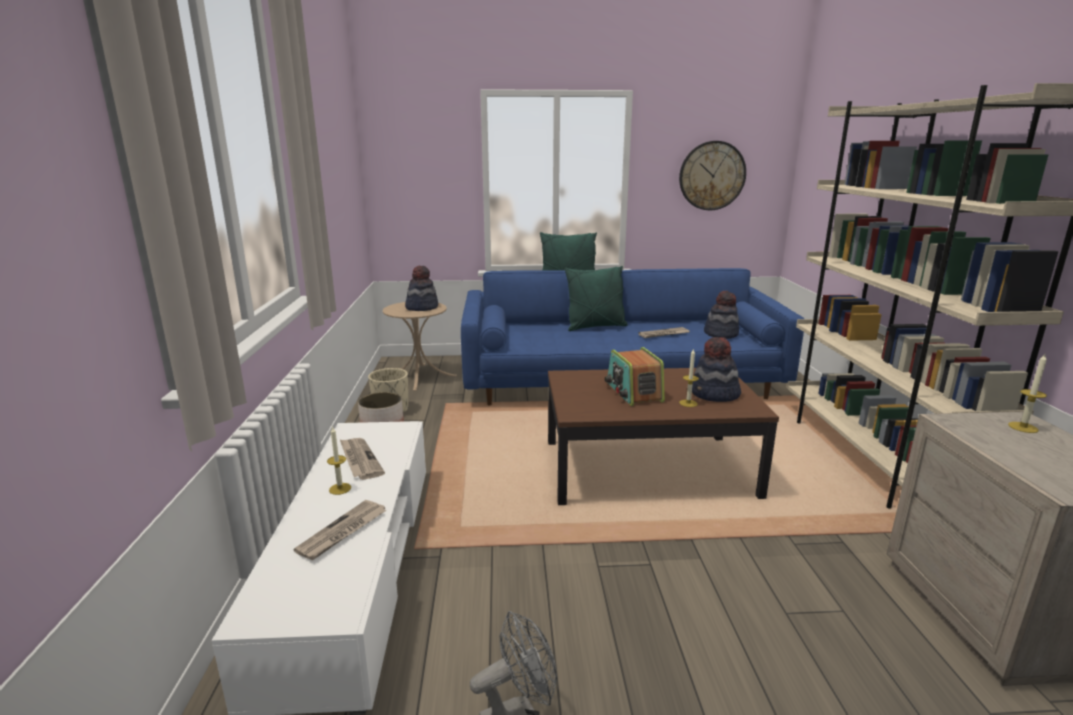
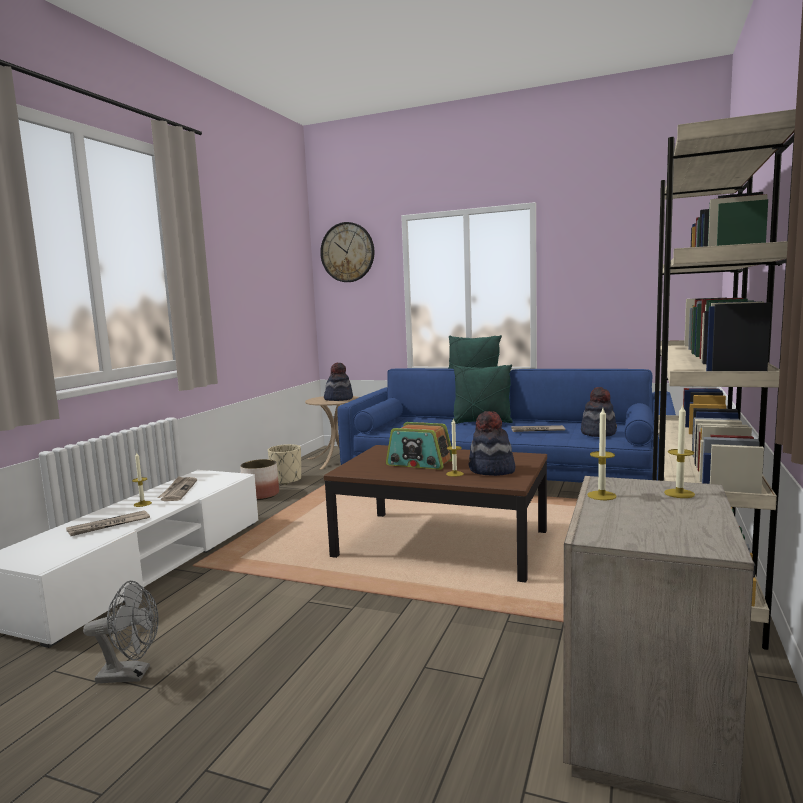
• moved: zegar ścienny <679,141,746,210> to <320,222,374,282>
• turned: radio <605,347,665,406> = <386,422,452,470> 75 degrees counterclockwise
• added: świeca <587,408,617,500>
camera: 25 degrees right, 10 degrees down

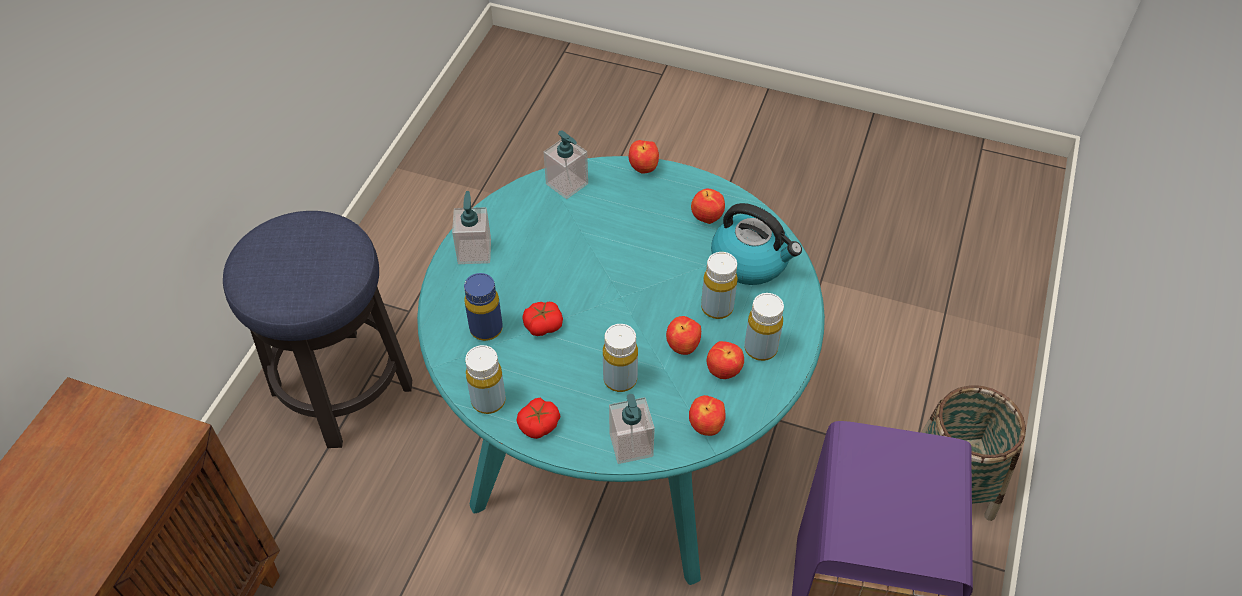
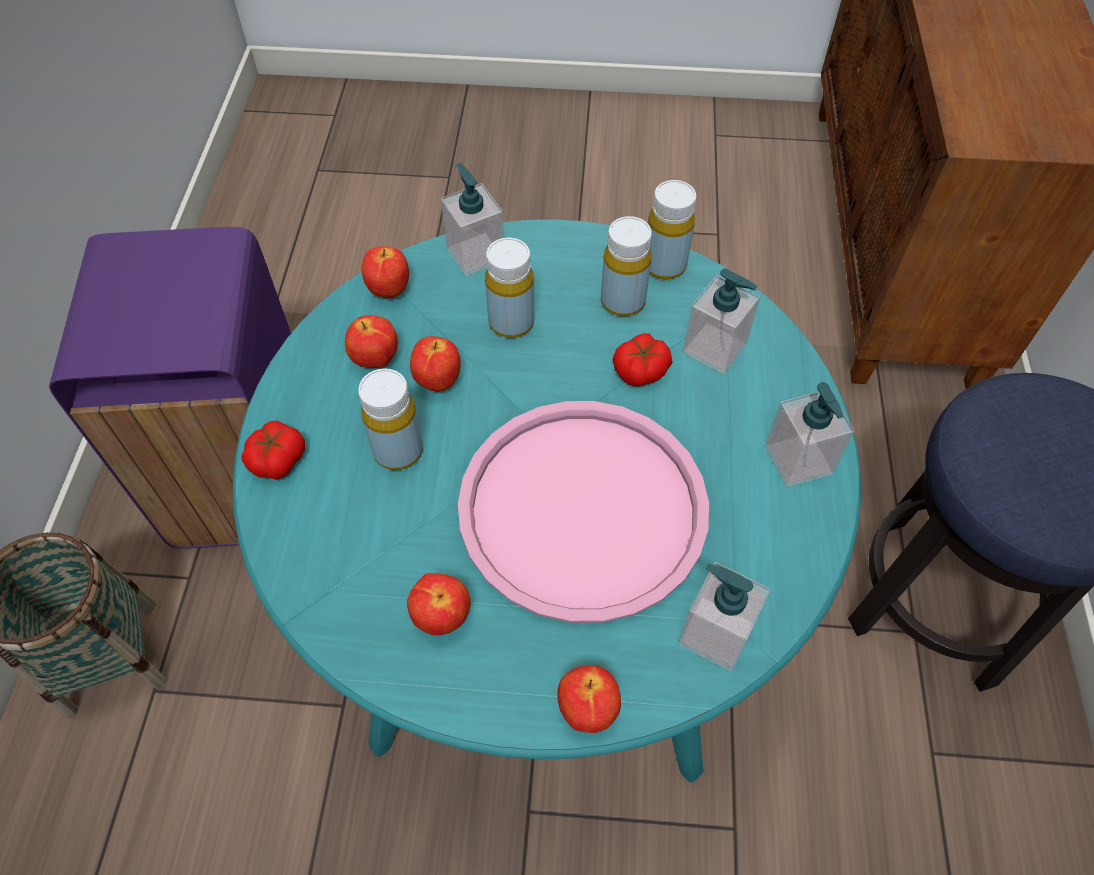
• removed: czajnik <711,203,802,285>
• replaced: butelka [niebieski] <464,273,503,341> to dozownik mydła <683,269,760,374>
• moved: butelka [żółty] <744,293,784,361> to <601,216,652,317>
• moved: pomidor <516,398,560,439> to <241,421,305,480>
• added: taca [różowy] <458,401,709,623>
camera: 165 degrees right, 5 degrees up

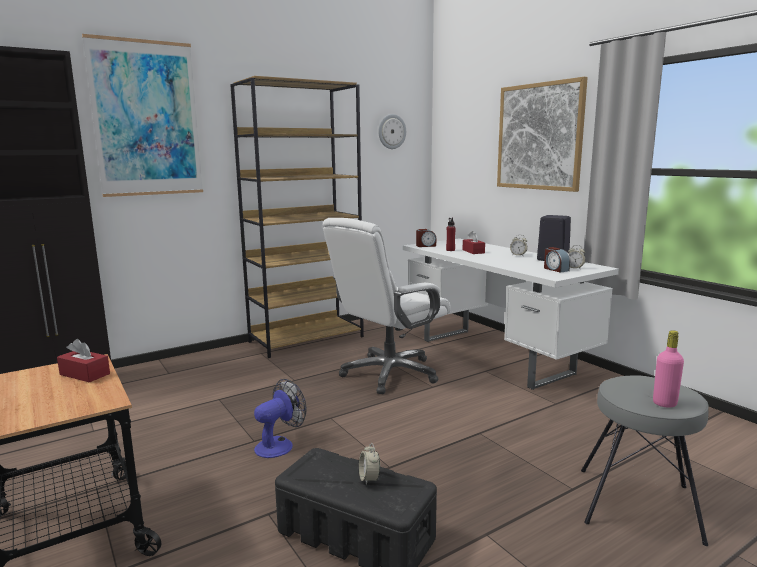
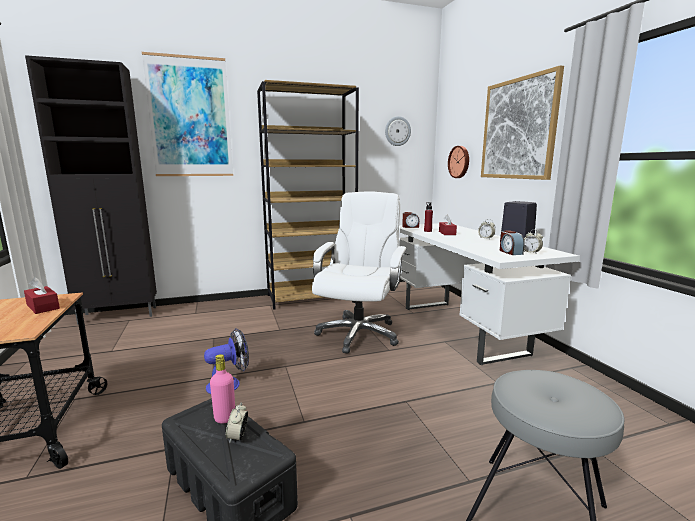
• turned: krzesło biurowe [biały] <323,218,451,394> = <312,191,406,354> 135 degrees clockwise
• moved: butelka [różowy] <653,330,684,408> to <210,354,235,424>
• added: zegar ścienny <448,146,469,178>
camera: 15 degrees right, 0 degrees up

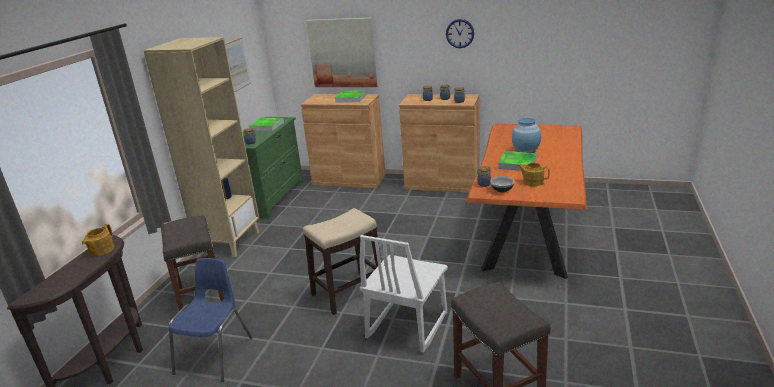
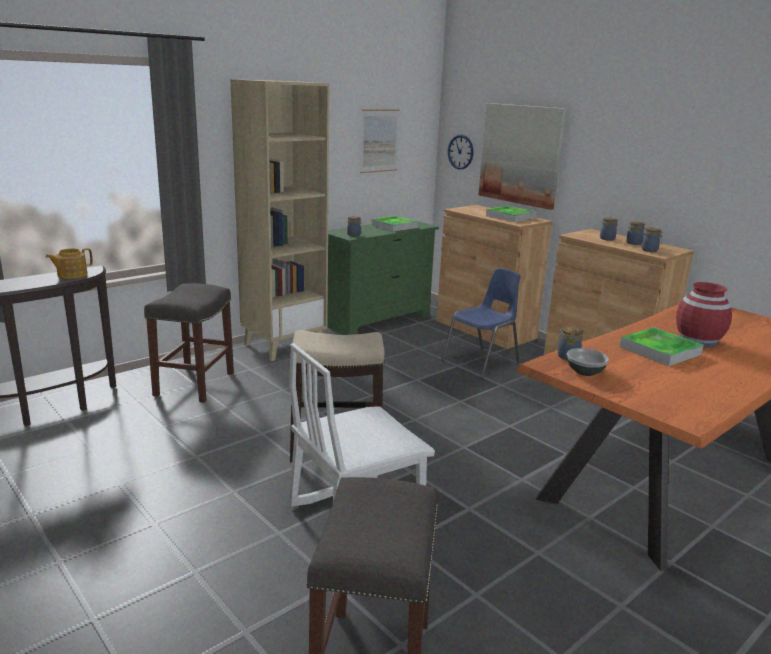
• moved: zegar ścienny <446,19,474,48> to <448,134,473,169>
• recoloured: wazon [niebieski] <512,117,541,153> to wazon [czerwony] <676,282,732,347>
• removed: imbryk <517,163,550,186>
• moved: krzesło [niebieski] <169,258,253,382> to <441,268,521,379>
camera: 30 degrees right, 5 degrees down

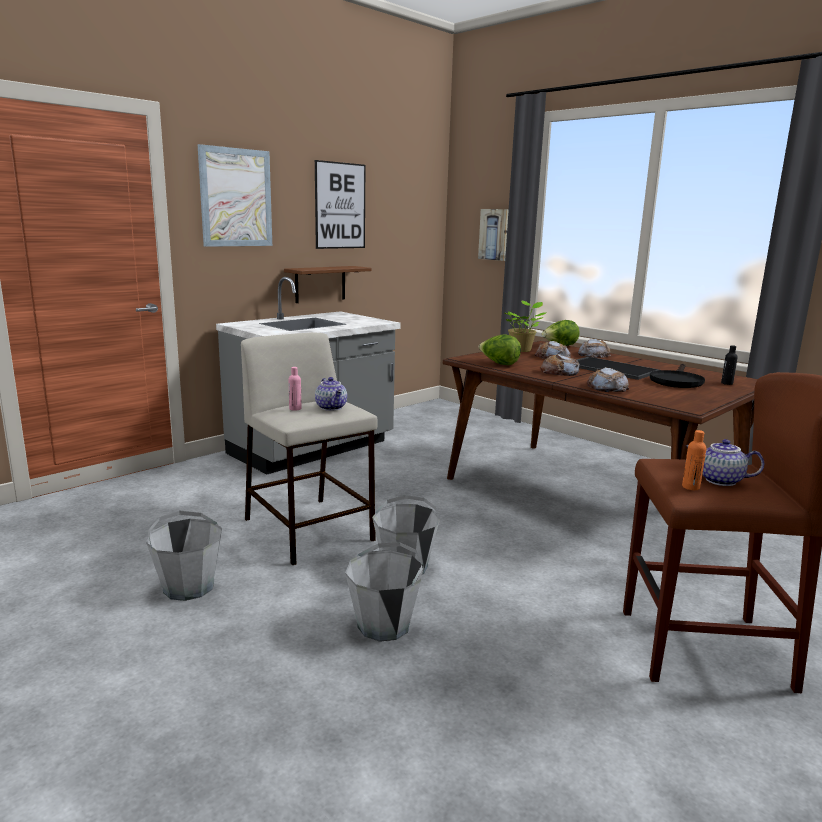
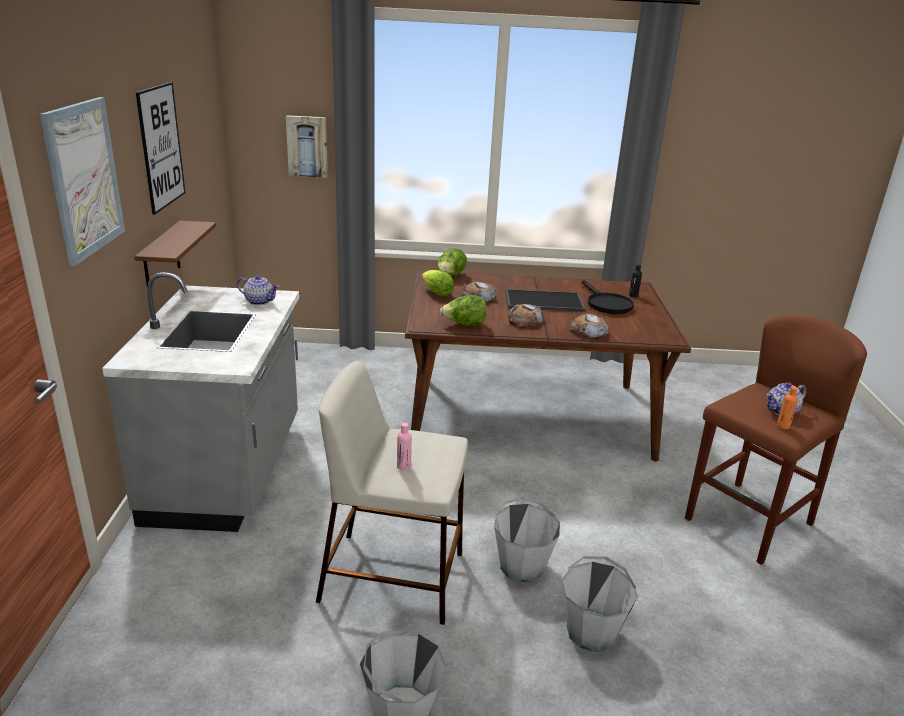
• replaced: roślina doniczkowa <505,301,547,352> to sałata <422,270,454,296>
• removed: chleb <578,339,611,358>
• moved: imbryk <315,377,347,411> to <237,275,279,305>
camera: 45 degrees left, 10 degrees up

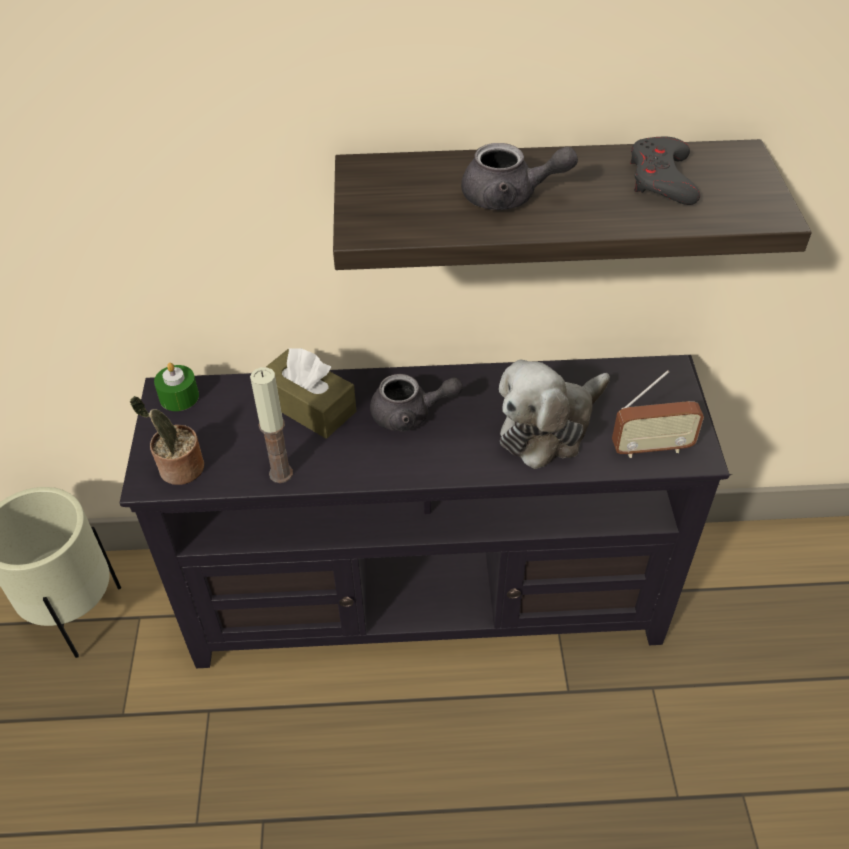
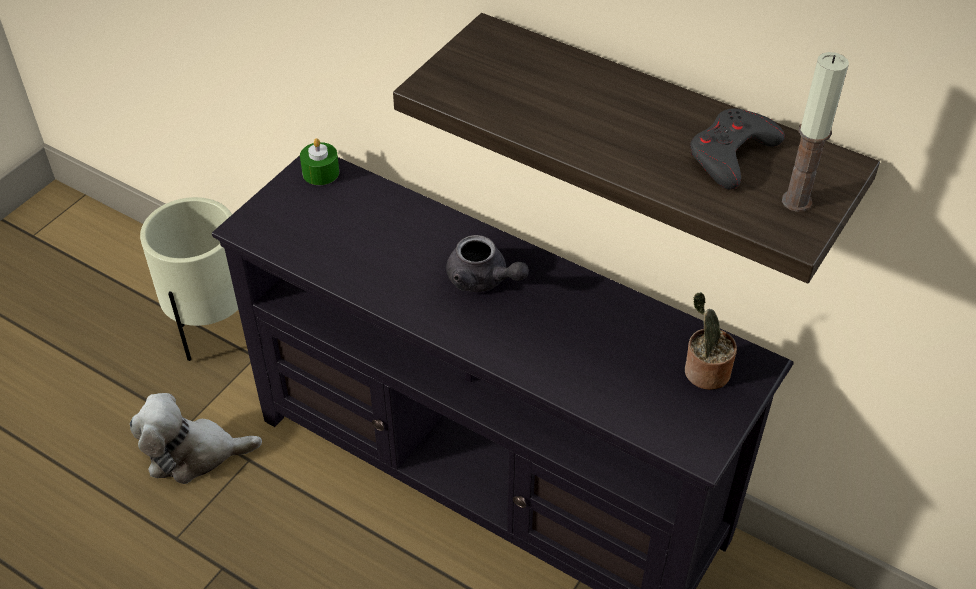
• removed: imbryk [szary] <461,143,578,210>
• removed: pudełko chusteczek [brązowy] <266,348,357,439>
• moved: pluszak <499,360,610,469> to <130,393,262,484>
• moved: świeca <250,367,293,483> to <782,52,849,212>
• removed: radio <612,370,704,458>
• moved: roślina doniczkowa <130,396,204,485> to <685,292,737,390>
camera: 35 degrees right, 0 degrees up

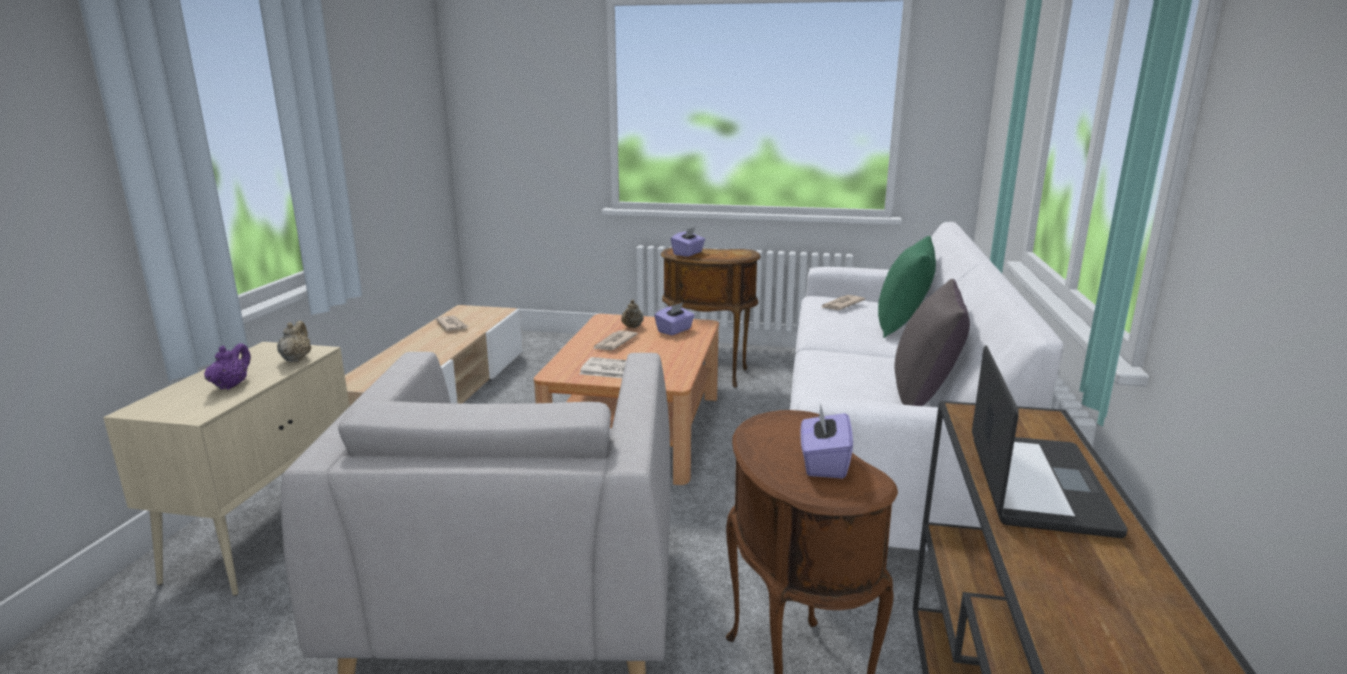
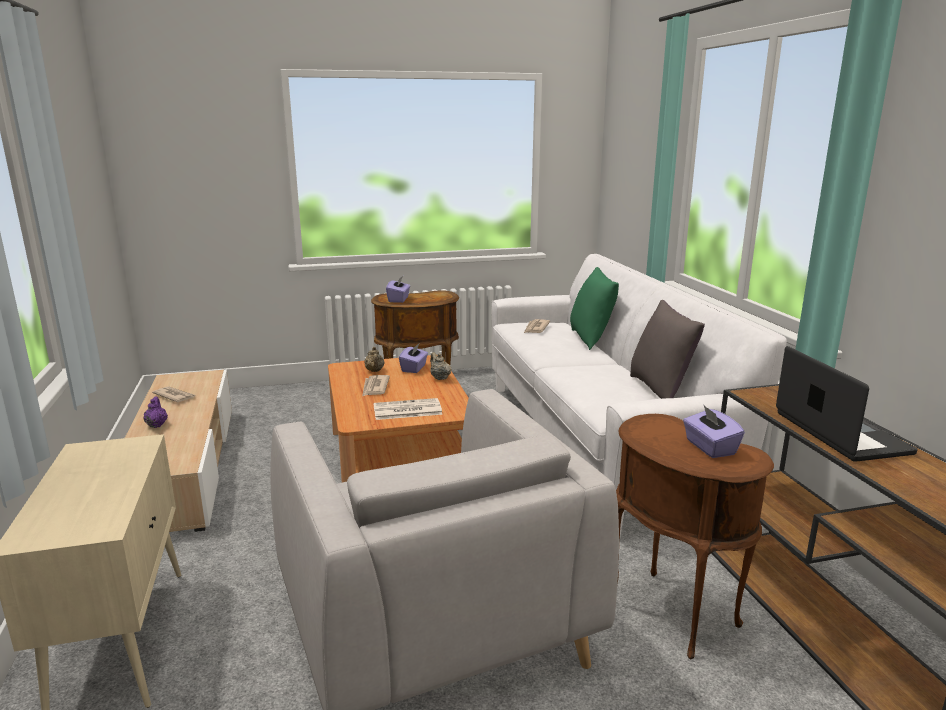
• moved: imbryk [beżowy] <277,321,312,362> to <430,352,452,380>
• moved: imbryk [fioletowy] <204,343,251,390> to <143,397,168,428>
camera: 25 degrees left, 0 degrees up

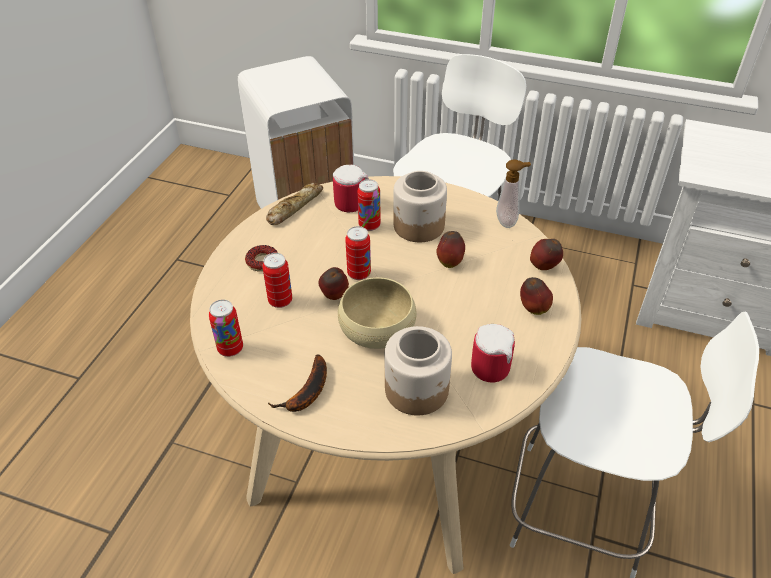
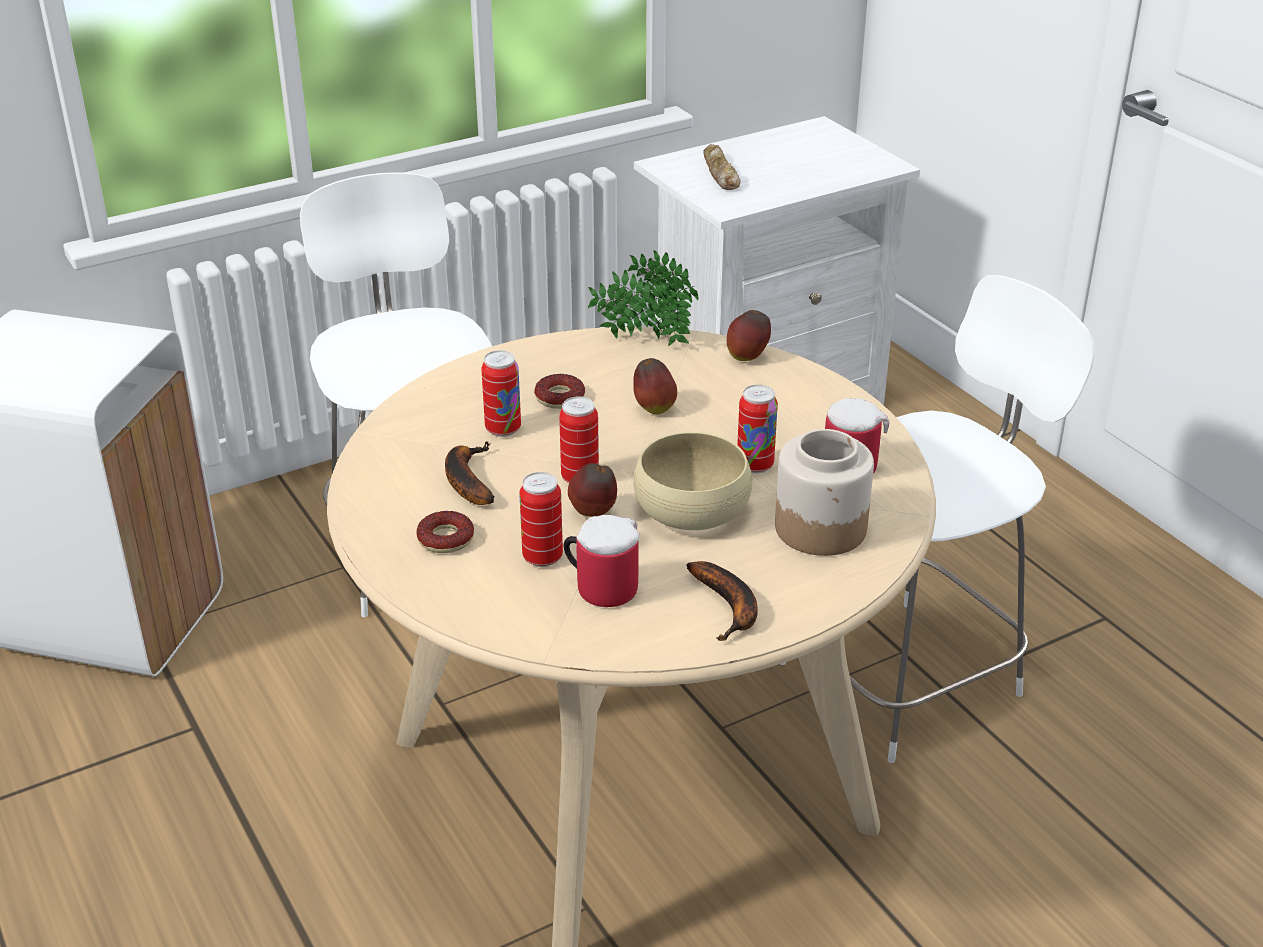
• replaced: dozownik mydła <496,159,531,228> to roślina doniczkowa <588,250,699,346>
• moved: kubek <333,165,369,212> to <564,515,640,607>
• replaced: słoik <393,171,447,242> to donut <534,374,585,409>
• moved: chleb <266,183,323,225> to <703,144,741,190>
• removed: jabłko <520,277,553,315>
• moved: puszka <209,300,243,357> to <737,385,778,473>
• added: banan <445,441,495,505>
camera: 50 degrees left, 10 degrees down

